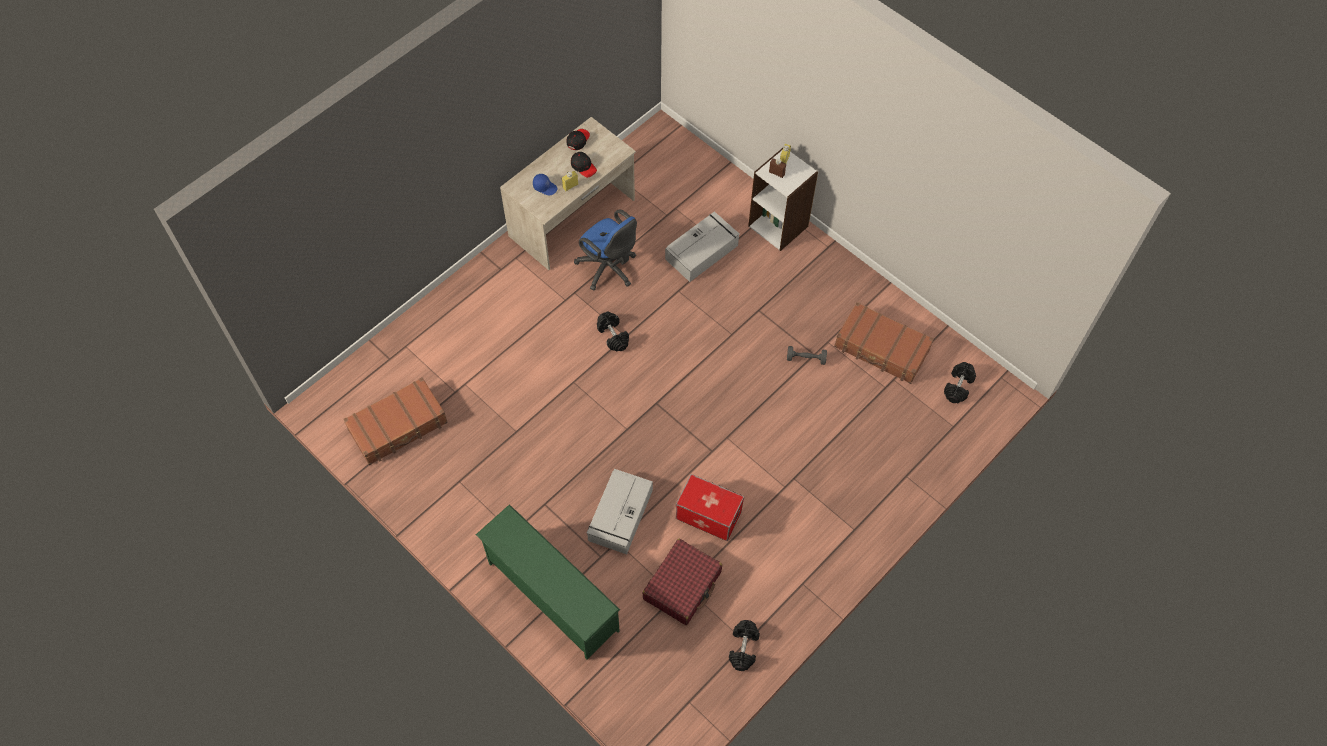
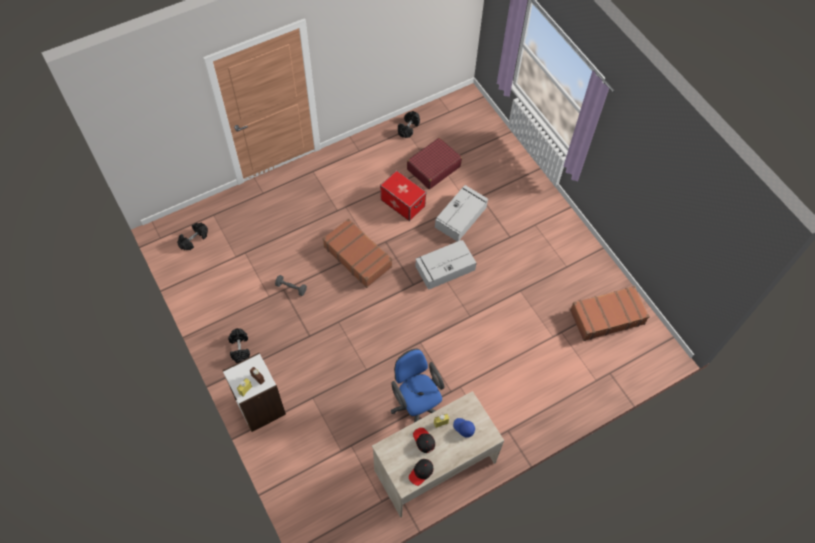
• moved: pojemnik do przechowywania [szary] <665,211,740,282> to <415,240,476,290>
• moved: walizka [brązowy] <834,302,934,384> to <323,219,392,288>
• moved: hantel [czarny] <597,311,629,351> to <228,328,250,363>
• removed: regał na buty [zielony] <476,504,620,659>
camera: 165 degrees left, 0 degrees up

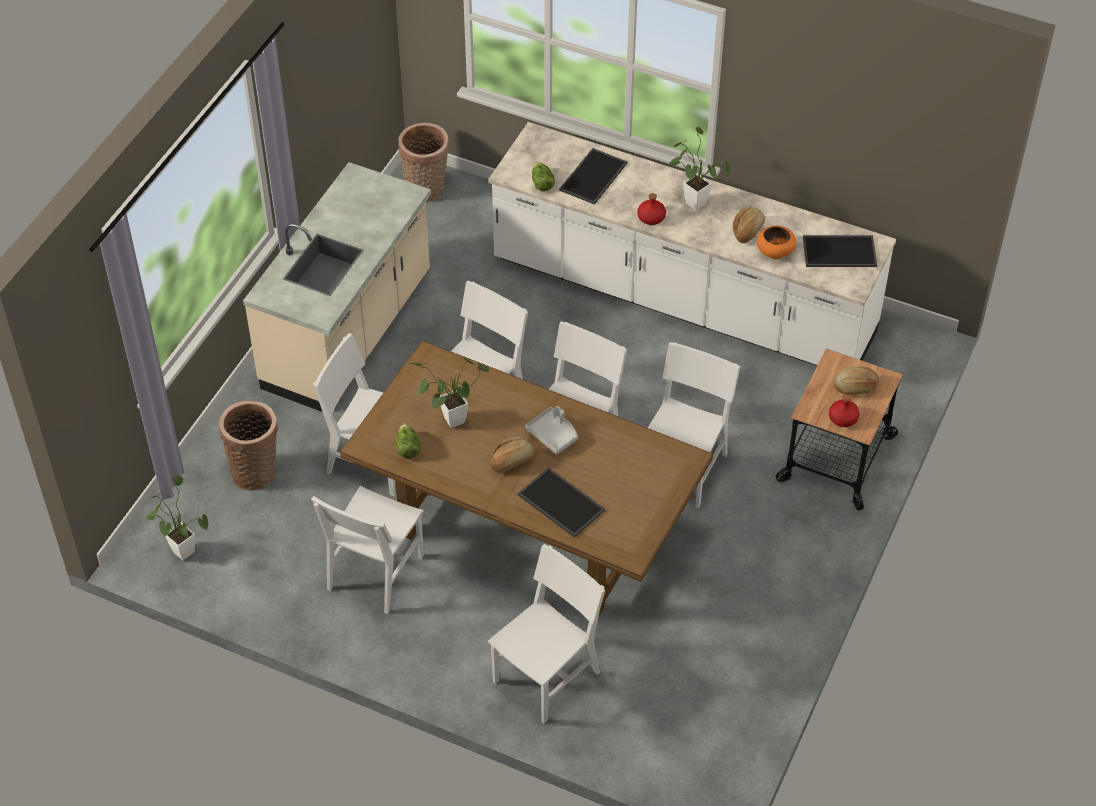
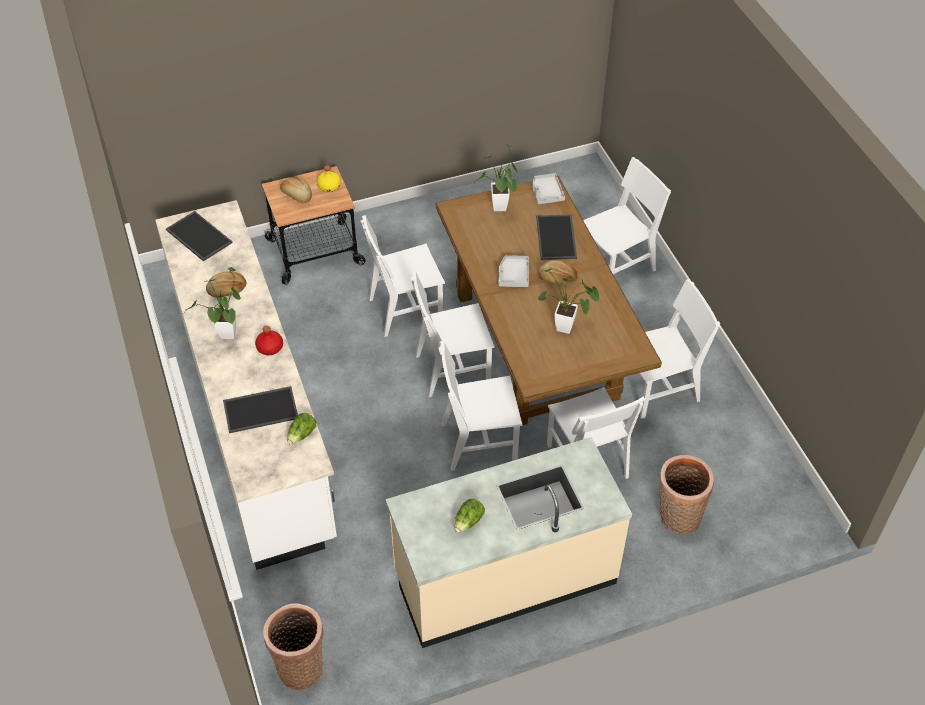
• removed: miska [pomarańczowy] <757,226,796,259>
• recoloured: butelka [czerwony] <829,395,860,427> to butelka [żółty] <317,165,341,192>
• moved: sałata <396,424,421,459> to <455,499,485,533>
• moved: roślina doniczkowa <146,475,208,560> to <474,144,518,211>
• turned: krzesło [biały] <488,544,605,724> = <583,157,671,275> 150 degrees clockwise
• added: taca [szary] <533,173,565,204>
camera: 135 degrees left, 0 degrees up

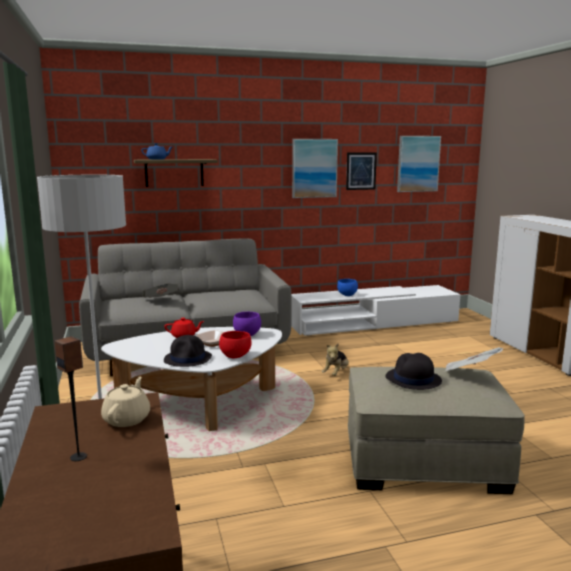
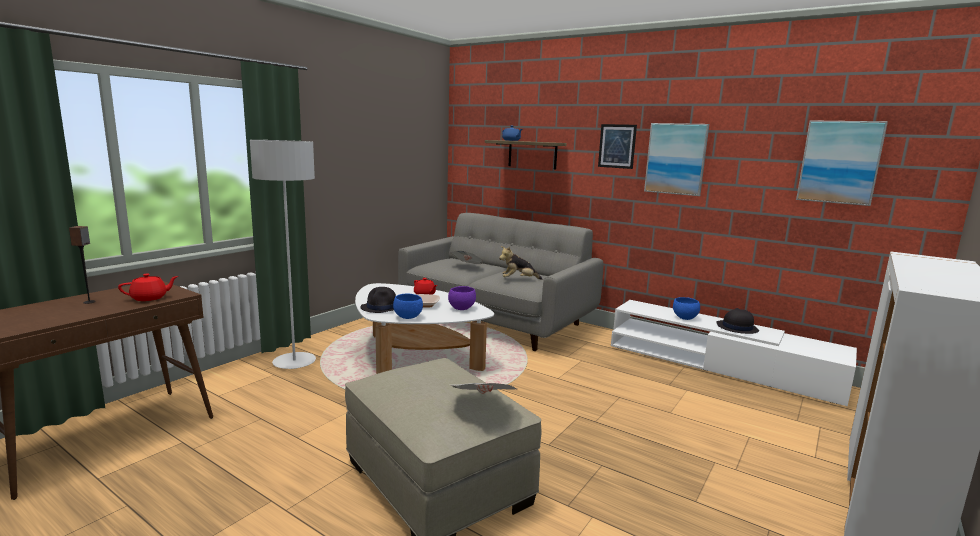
• moved: obraz <346,152,377,190> to <598,124,637,169>
• recoloured: miska [czerwony] <219,331,251,358> to miska [niebieski] <393,294,423,319>
• moved: pluszak <322,343,349,376> to <499,246,542,280>
• moved: kapelusz [czarny] <386,353,442,390> to <716,308,759,334>
• recoloured: imbryk [beżowy] <101,377,150,427> to imbryk [czerwony] <118,274,178,301>
camera: 50 degrees right, 0 degrees up

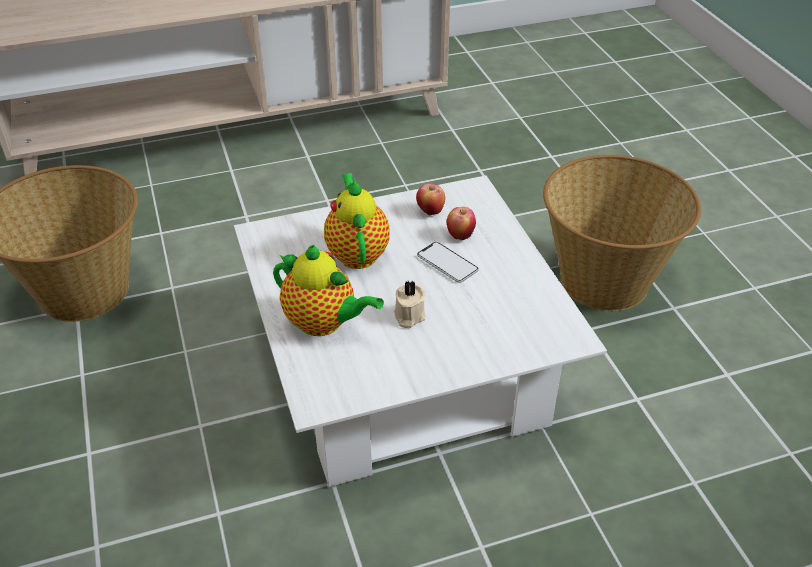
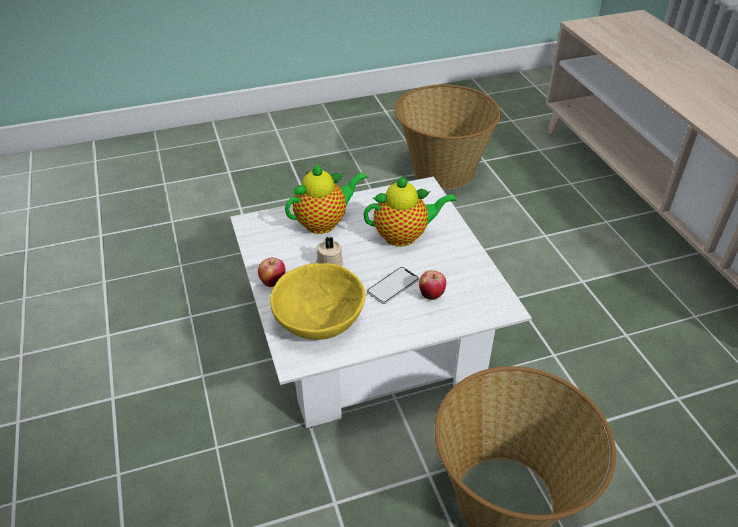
• moved: jabłko <416,183,445,215> to <258,258,285,287>
• turned: imbryk <273,245,384,336> = <285,163,368,234> 150 degrees counterclockwise
• added: miska [żółty] <270,263,366,340>
camera: 90 degrees right, 0 degrees up

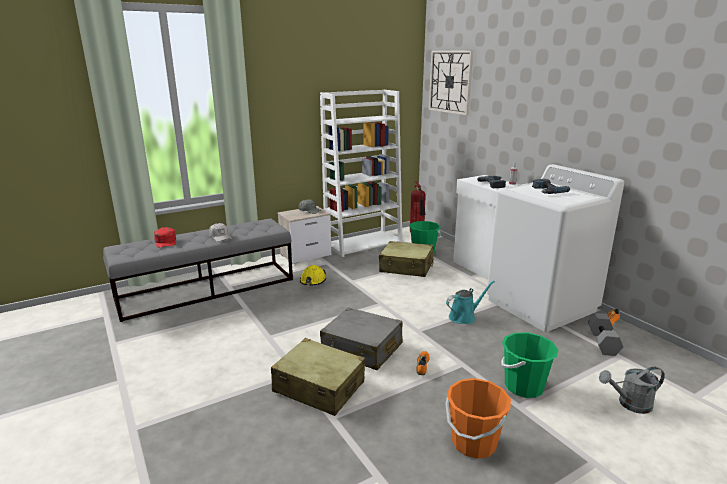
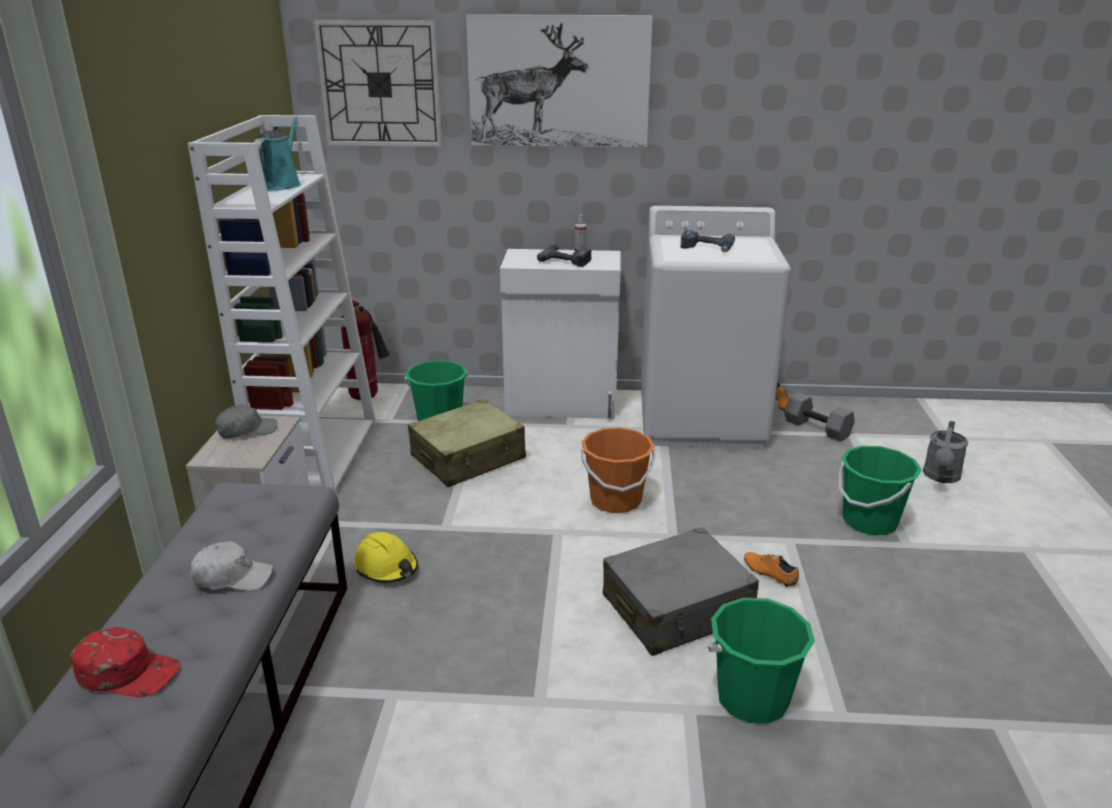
• moved: konewka [turkusowy] <446,281,495,324> to <254,115,301,190>
• replaced: walizka [beżowy] <271,338,365,416> to wiadro [zielony] <708,597,815,724>
• moved: wiadro [pomarańczowy] <445,378,511,459> to <581,427,656,513>
• added: obraz <466,15,653,147>
camera: 55 degrees left, 5 degrees up

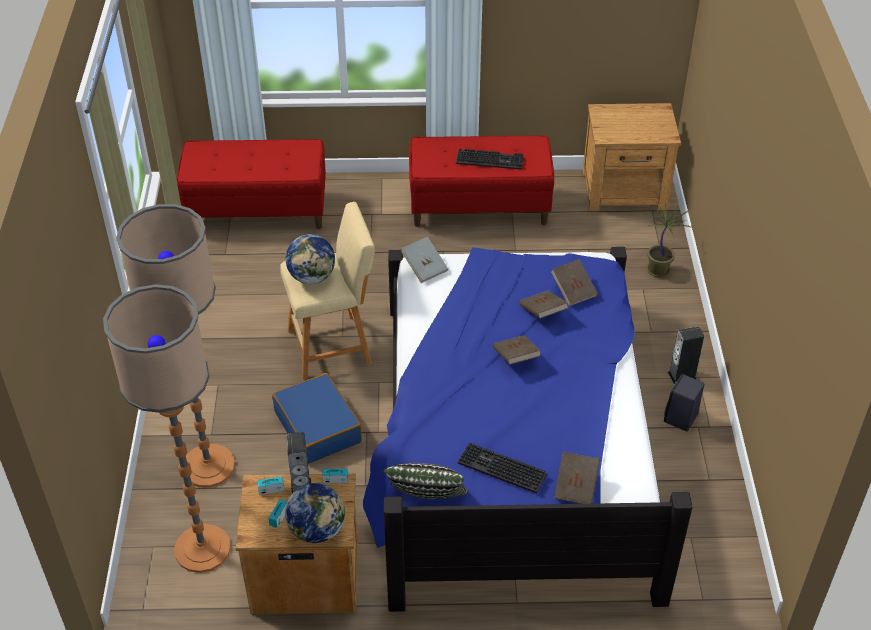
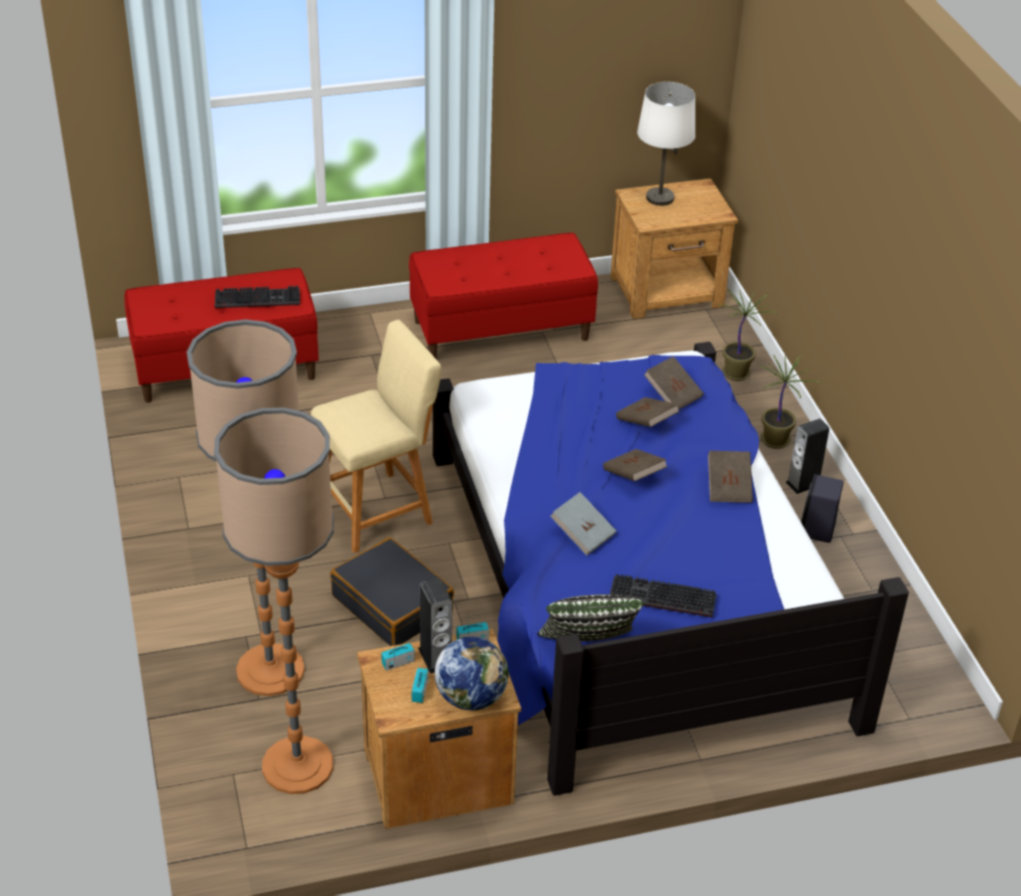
• moved: klawiatura <456,148,524,170> to <215,286,300,308>
• removed: globus <286,234,335,284>
• moved: książka [szary] <401,237,448,283> to <550,492,616,556>
• recoloured: walizka [niebieski] <272,373,362,464> to walizka [czarny] <330,537,454,646>
• moved: książka [brązowy] <554,452,600,504> to <708,451,753,503>
• added: lampa stołowa [biały] <637,82,695,206>
• added: roślina doniczkowa <757,354,822,449>
camera: 15 degrees left, 5 degrees down

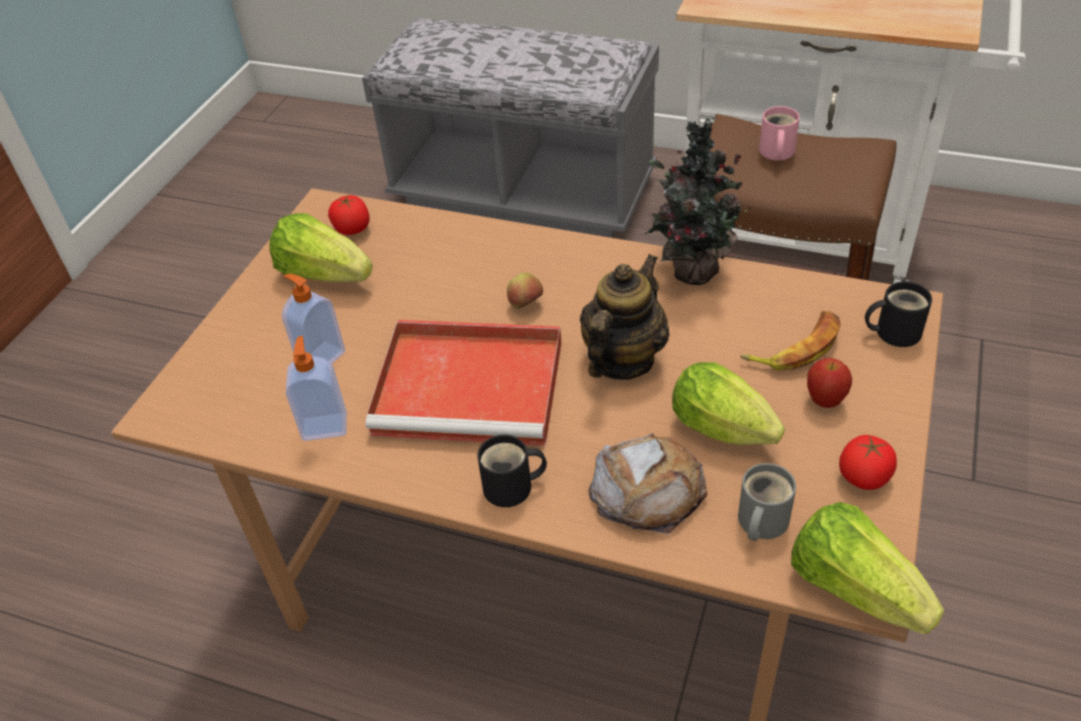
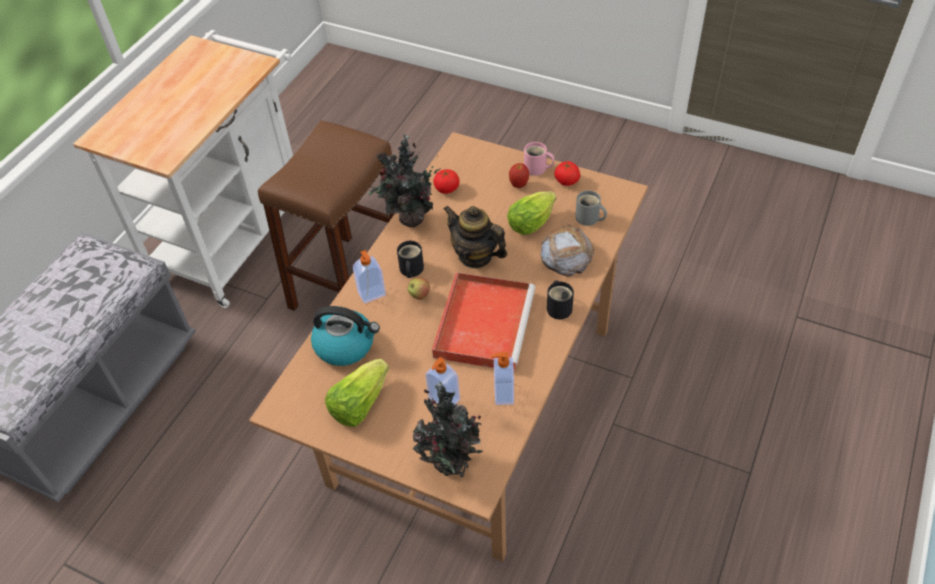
• moved: kubek [różowy] <759,106,800,160> to <524,142,555,176>
• moved: pomidor <328,194,369,235> to <433,169,459,194>
• moved: kubek [czarny] <865,281,932,347> to <397,241,424,278>
• removed: banan <740,311,841,371>
• removed: sałata <791,502,944,634>
• added: dozownik mydła <353,250,386,303>
• added: czajnik <311,306,380,366>
• added: roślina doniczkowa <412,381,483,477>
camera: 85 degrees left, 5 degrees up

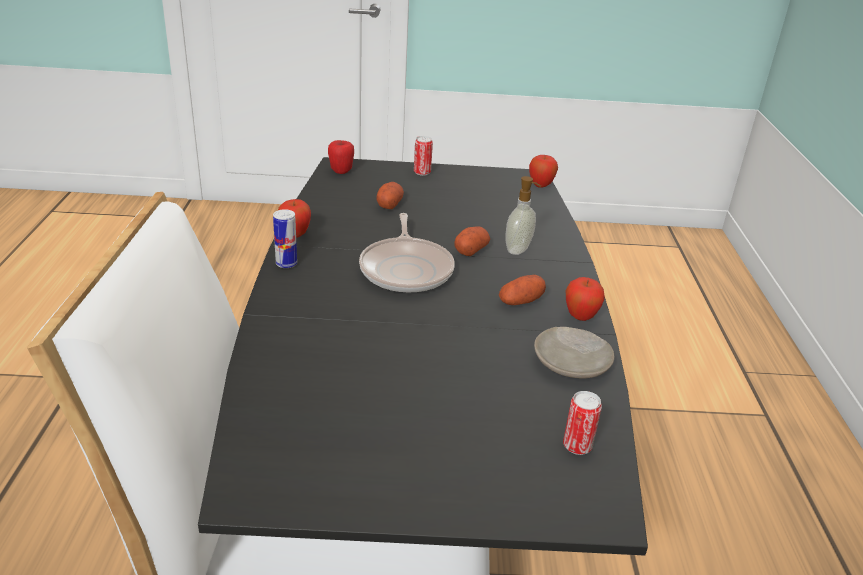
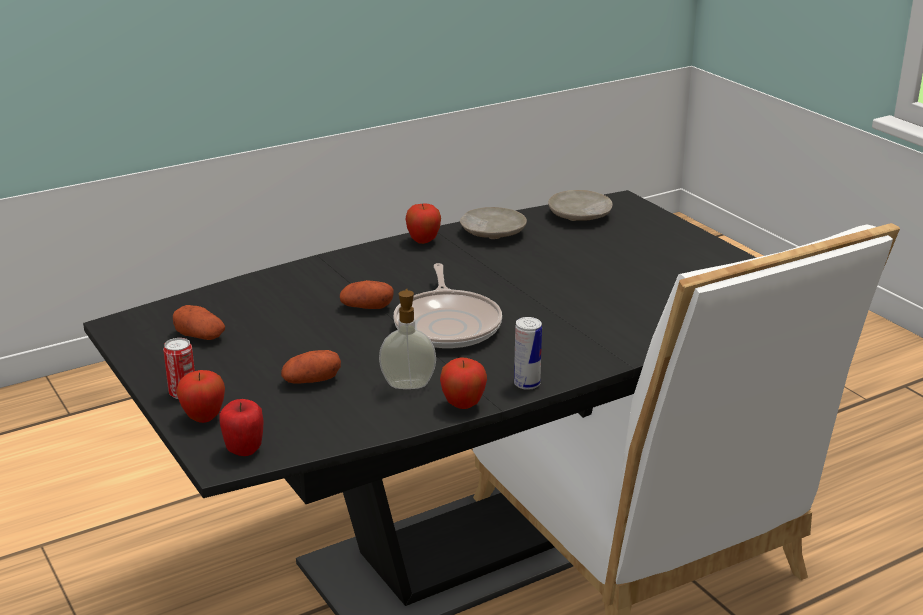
• moved: jabłko <529,155,558,188> to <176,370,225,423>
• moved: dozownik mydła <505,176,541,255> to <379,289,436,389>
• turned: patelnia <359,213,455,293> = <393,263,502,349> 120 degrees clockwise
• moved: ziemniak <499,275,546,305> to <173,305,225,340>
• replaced: puszka <563,391,602,455> to talerz [beżowy] <548,190,612,221>
camera: 120 degrees left, 5 degrees down

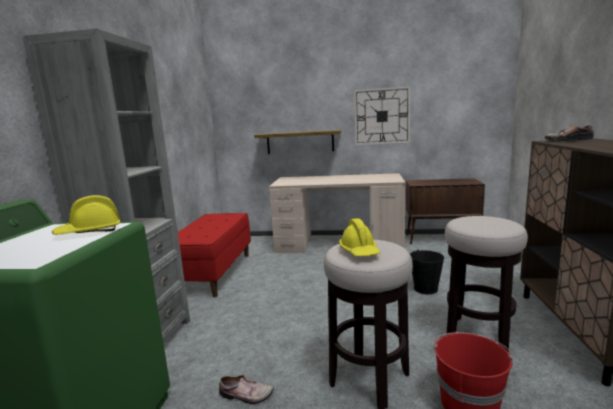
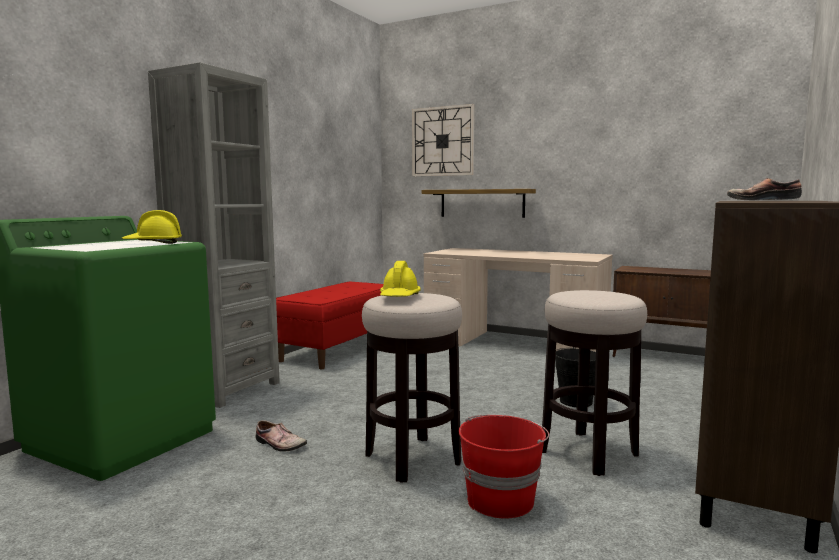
• moved: zegar ścienny <354,86,410,145> to <412,104,474,176>
camera: 20 degrees right, 5 degrees down

